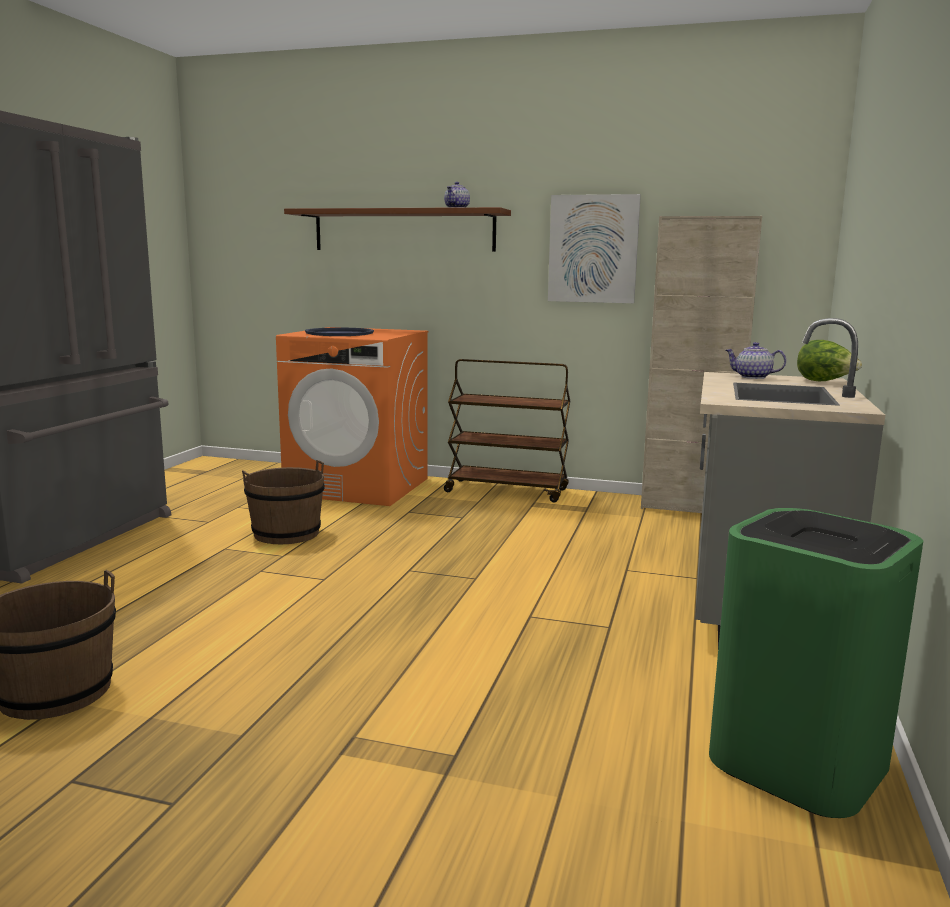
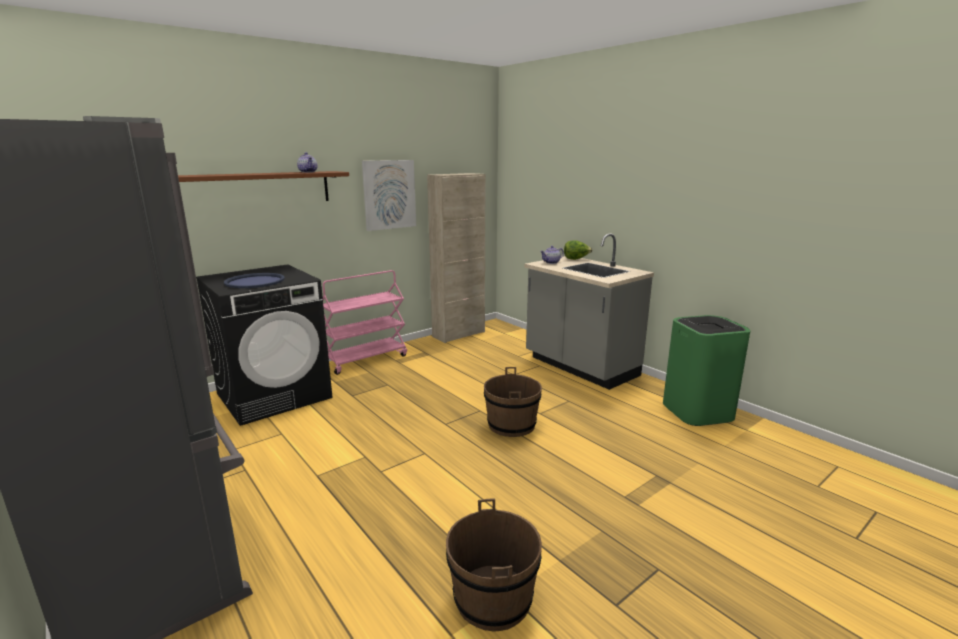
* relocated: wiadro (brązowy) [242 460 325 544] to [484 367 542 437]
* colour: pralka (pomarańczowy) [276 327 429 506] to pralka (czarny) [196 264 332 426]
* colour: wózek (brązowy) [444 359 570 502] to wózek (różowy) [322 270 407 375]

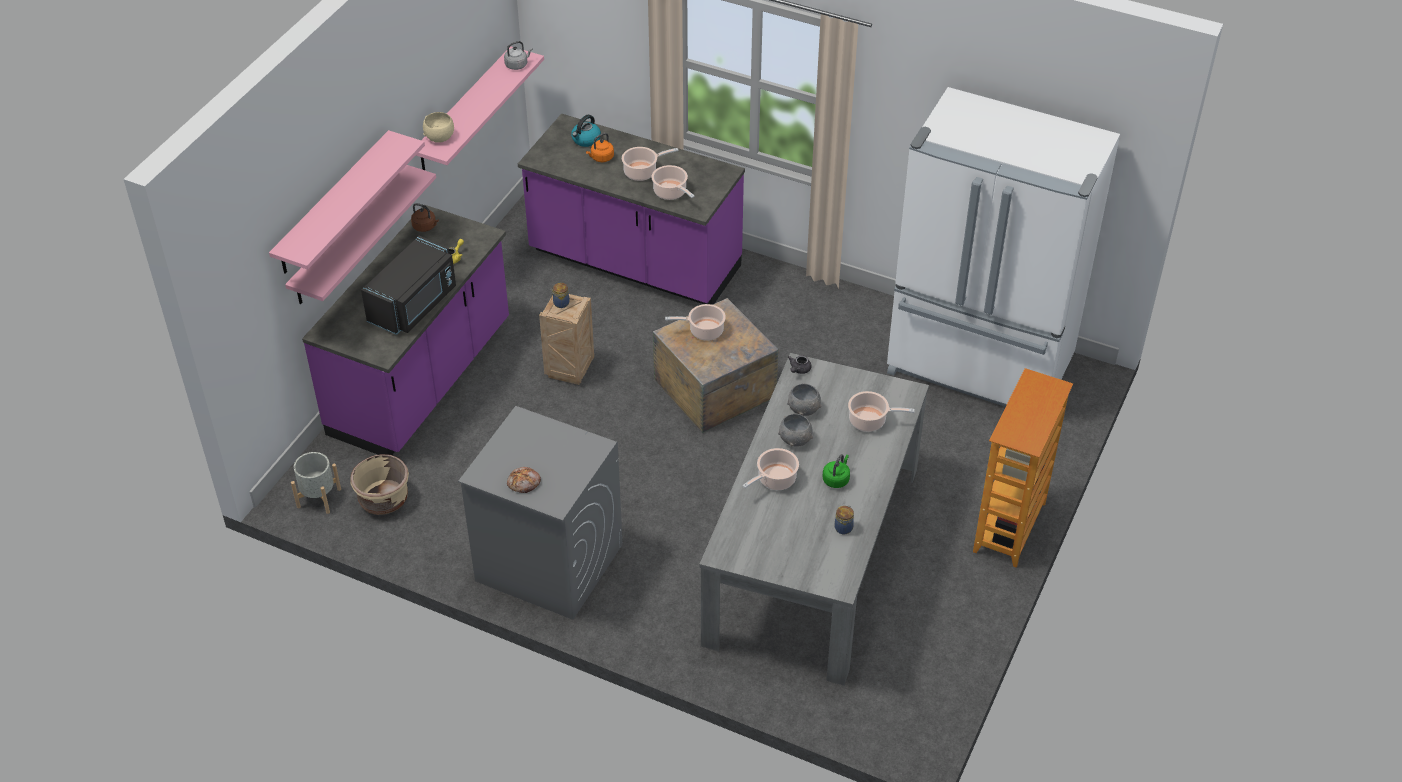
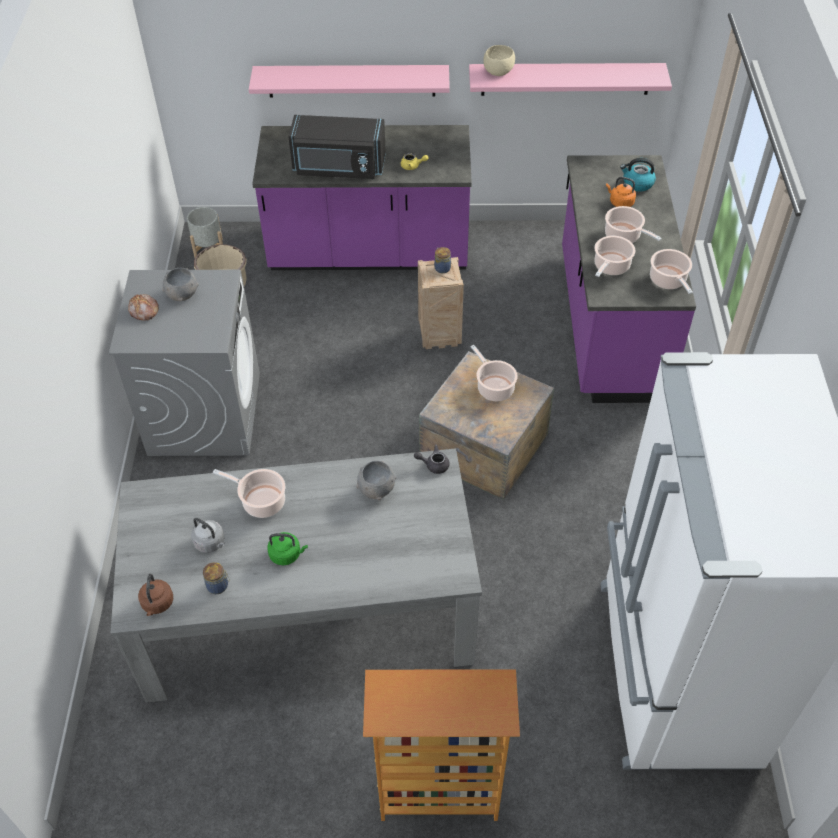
* missing: półka (różowy) [269 130 425 273]
* relocated: czajnik (brązowy) [411 203 439 232] to [138 574 173 616]
* relocated: czajnik (szary) [504 41 533 70] to [191 518 225 553]
* relocated: miska (szary) [778 414 813 447] to [162 268 199 301]
* relocated: garnek [848 391 915 432] to [650 249 693 294]

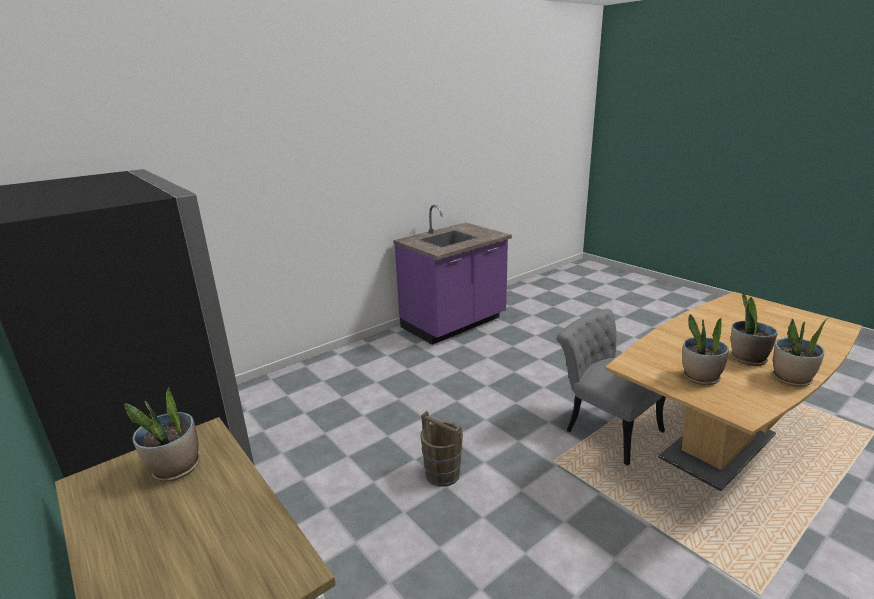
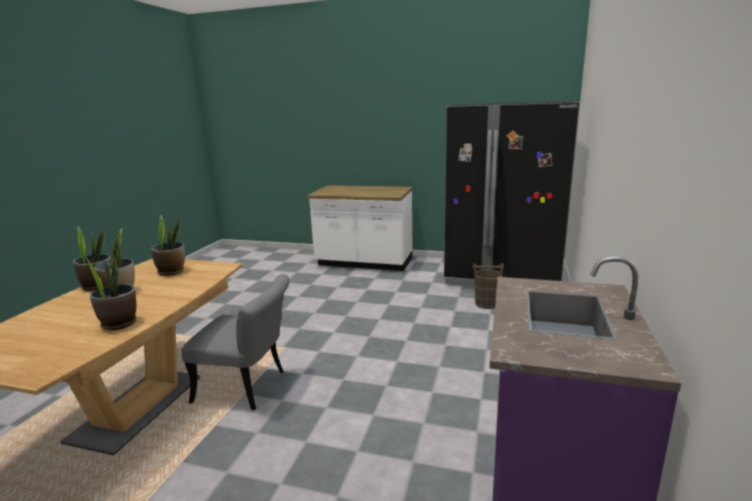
* relocated: roślina doniczkowa [124 387 200 481] to [83 252 137 330]
* relocated: wiadro (brązowy) [420 411 463 487] to [473 263 504 309]

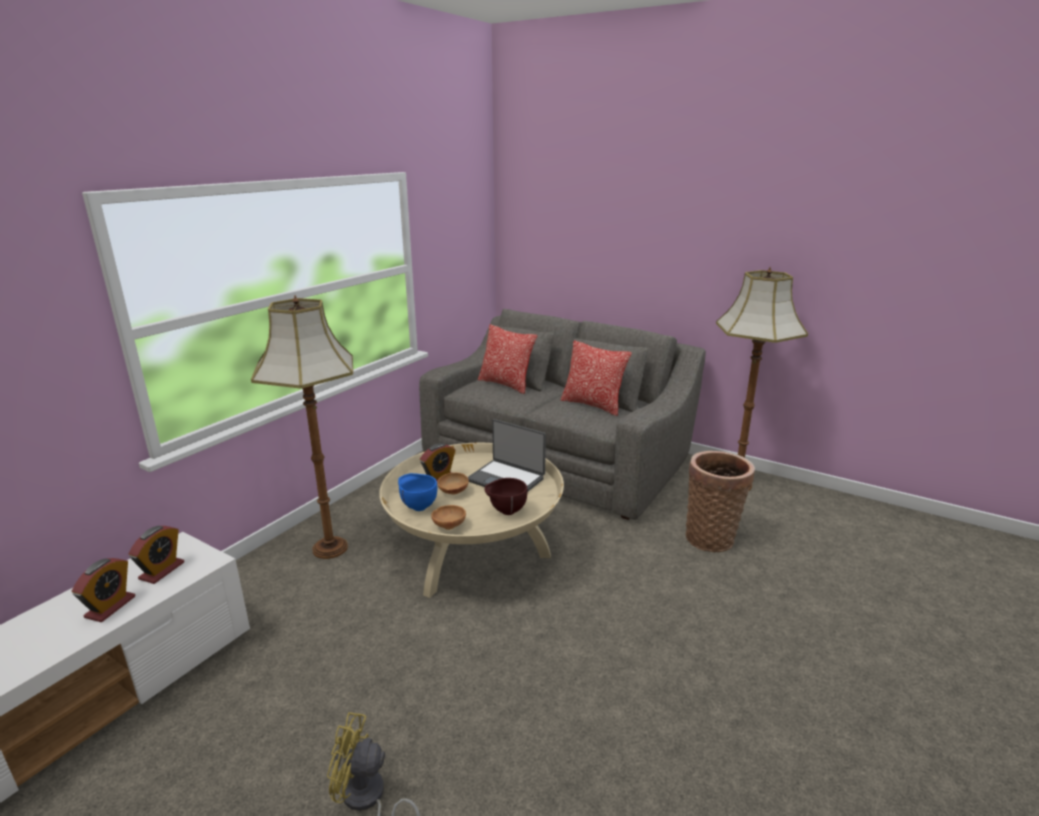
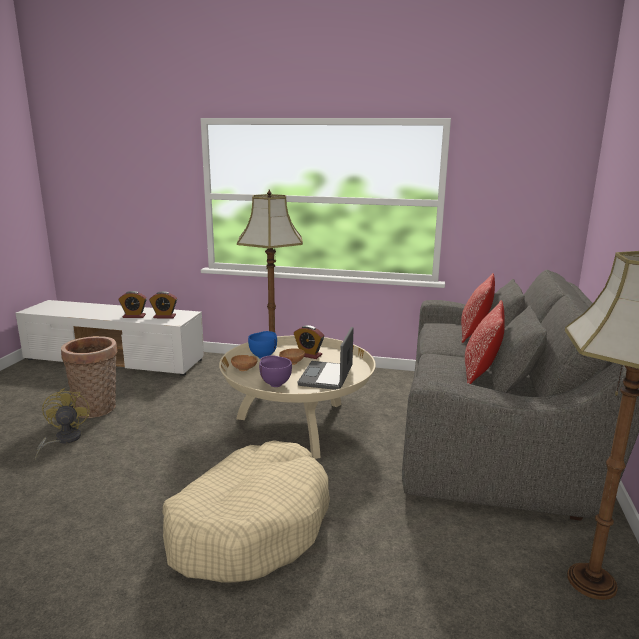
* appeared: legowisko (beżowy) [163 440 330 583]
* relocated: koszyk [686 451 755 552] to [61 336 117 418]
* colour: miska (brązowy) [485 478 528 515] to miska (fioletowy) [259 355 292 387]

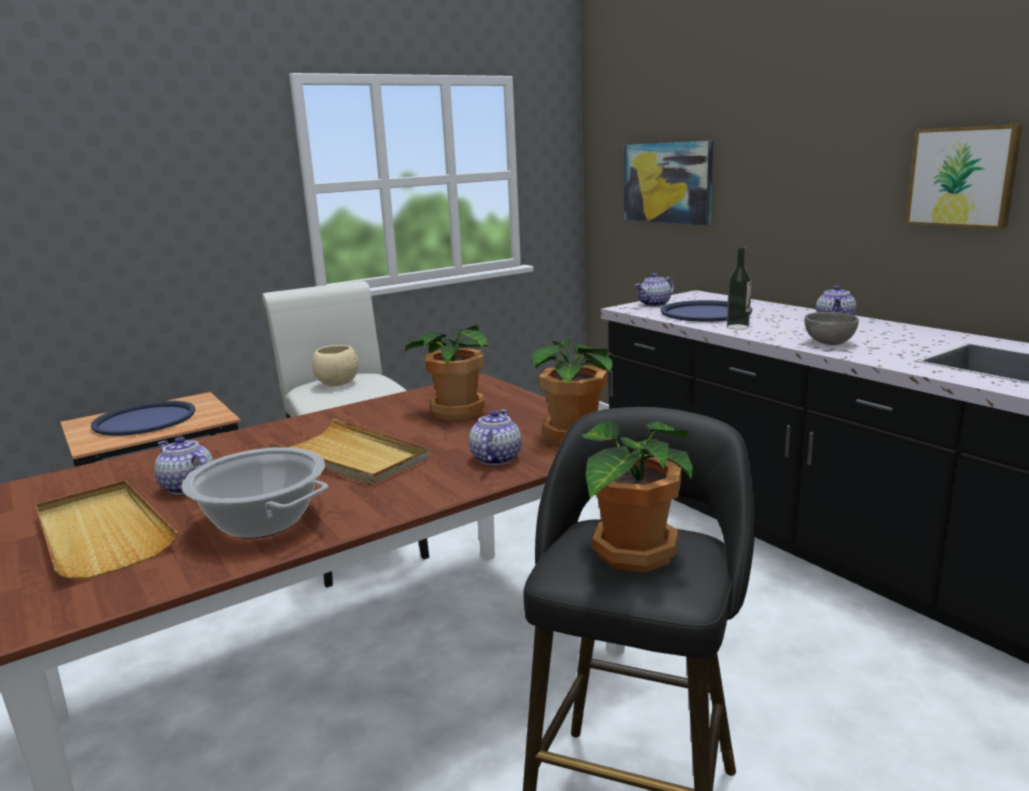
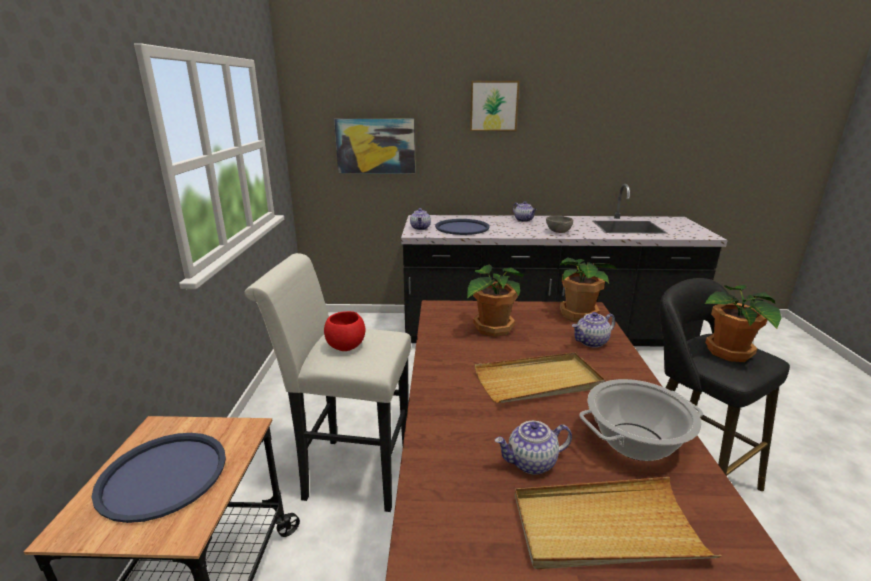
* missing: butelka [727 247 751 329]
* relocated: obraz [906 124 1022 229] to [470 81 520 131]
* colour: miska (beżowy) [312 345 358 386] to miska (czerwony) [324 311 366 351]
* spun: imbryk [469 410 521 466] = [572 312 615 348] 75 degrees counterclockwise

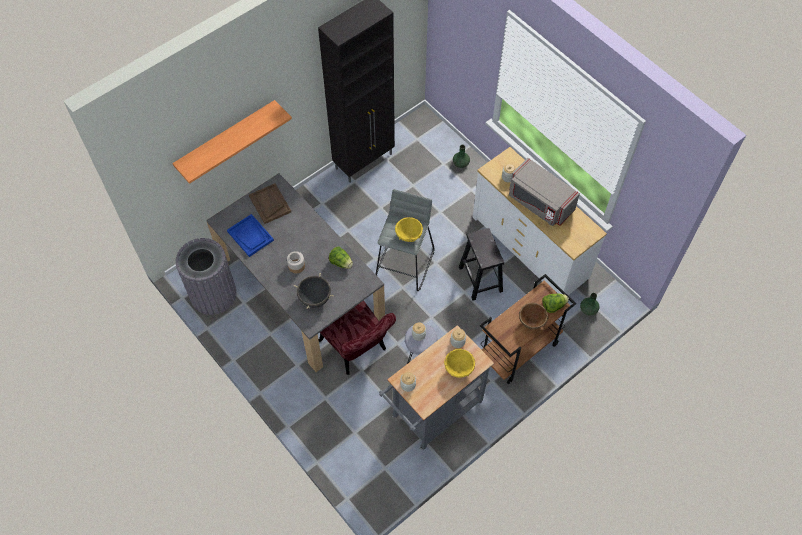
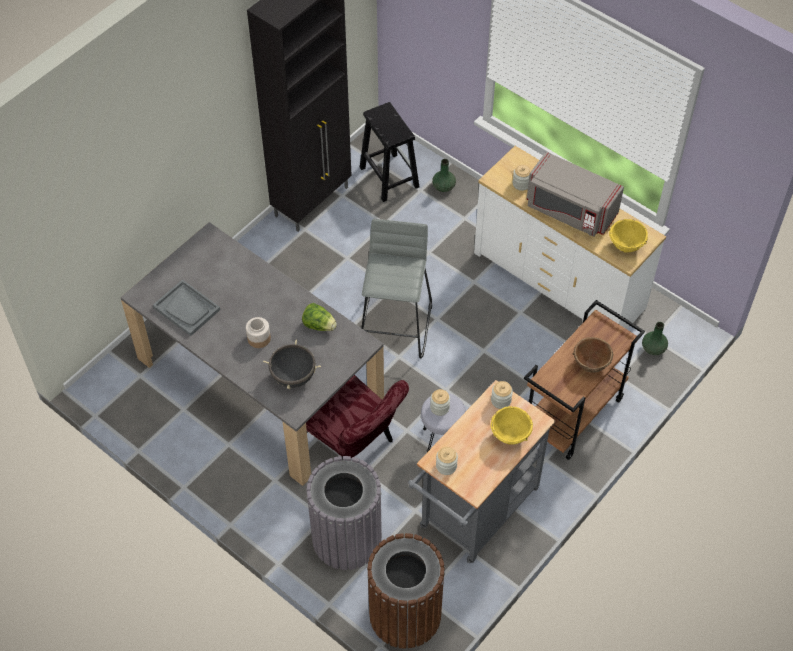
* missing: półka [172 100 292 184]
* missing: taca (brązowy) [249 183 291 224]
* missing: sałata [542 294 569 313]
* appeared: kosz na śmieci (brązowy) [367 533 445 649]
* relocated: kosz na śmieci (szary) [176 238 237 315] to [306 456 382 570]
* relocated: miska (żółty) [395 217 423 242] to [609 219 648 253]
* relocated: stołek (czarny) [459 228 504 301] to [360 102 419 202]
* colour: taca (niebieski) [227 214 274 257] to taca (szary) [153 279 220 336]

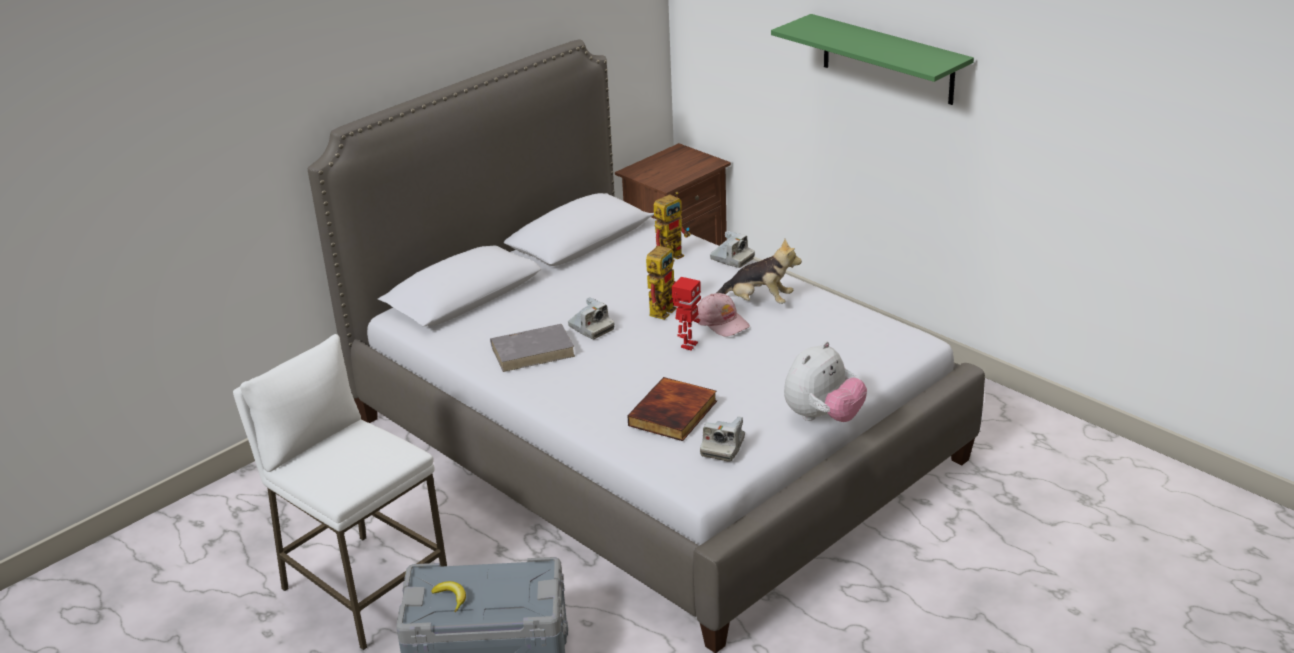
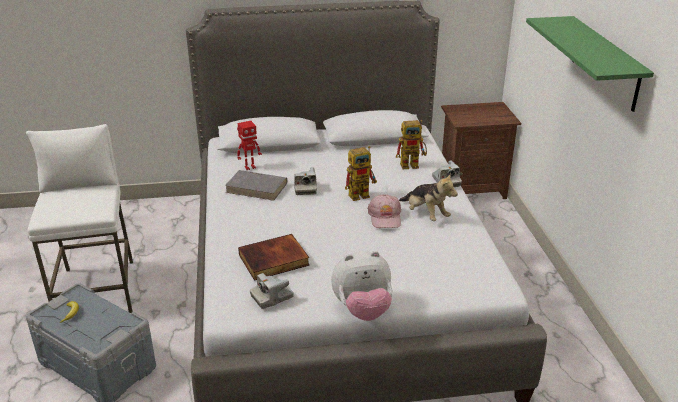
* relocated: robot zabawkowy [672 277 701 350] to [237 121 262 170]

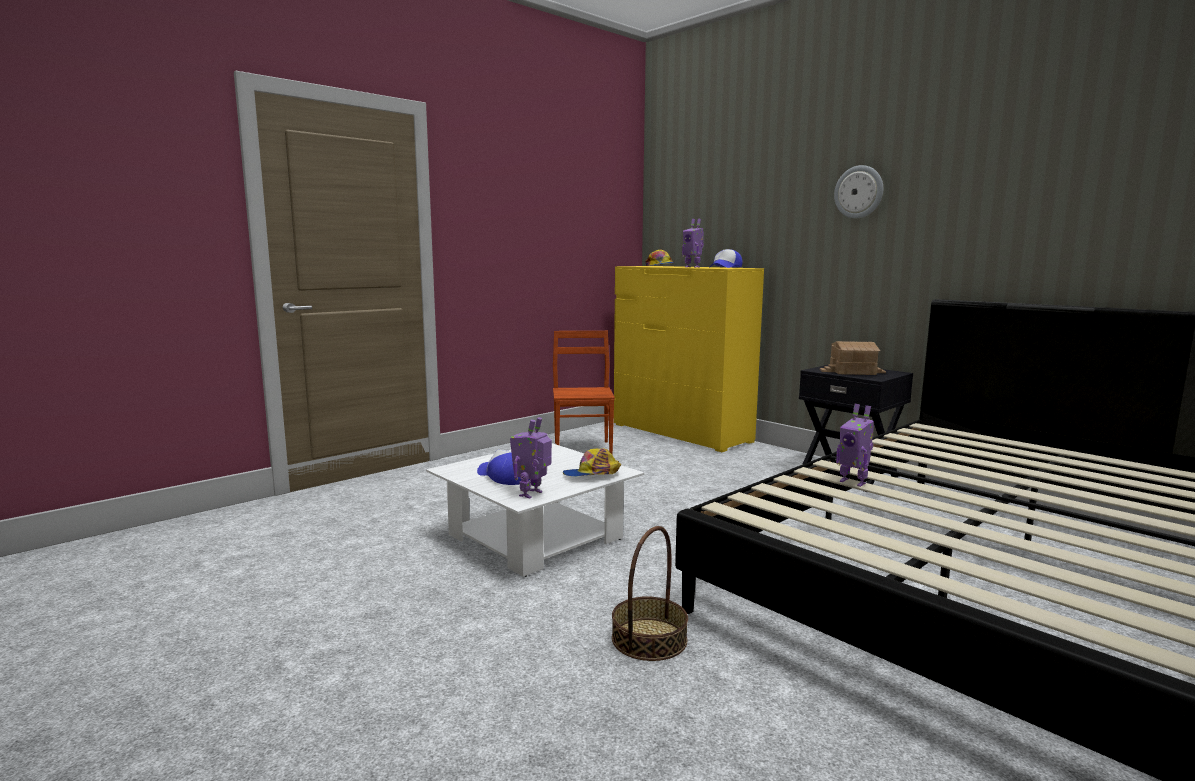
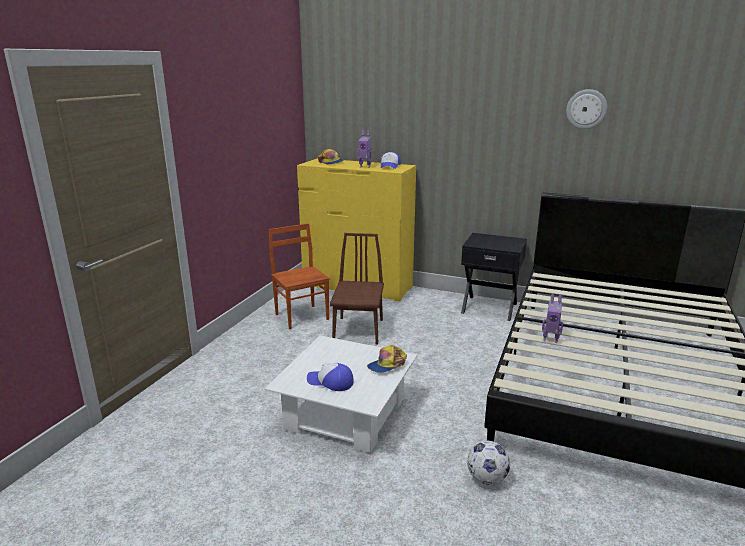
* missing: robot zabawkowy [510 417 552 498]
* missing: domek [820 341 886 375]
* appeared: krzesło (brązowy) [330 233 384 345]
* relocated: zegar ścienny [834 165 883 219] to [566 89 607 129]
* exchanged: koszyk [612 526 688 661] to piłka futbolowa [467 441 510 485]

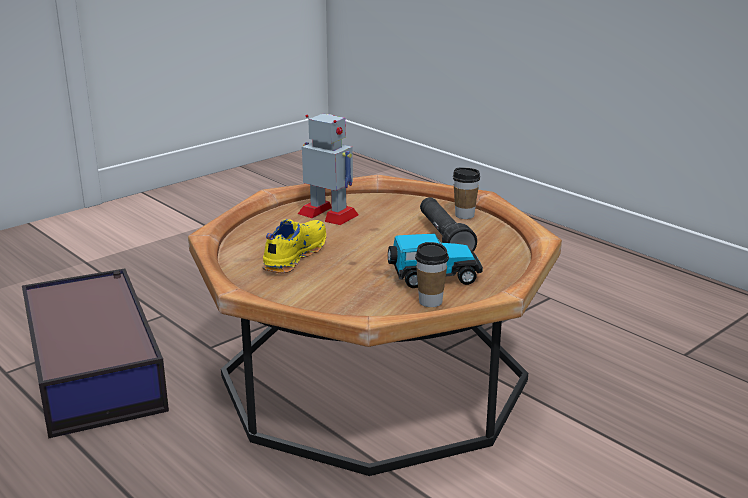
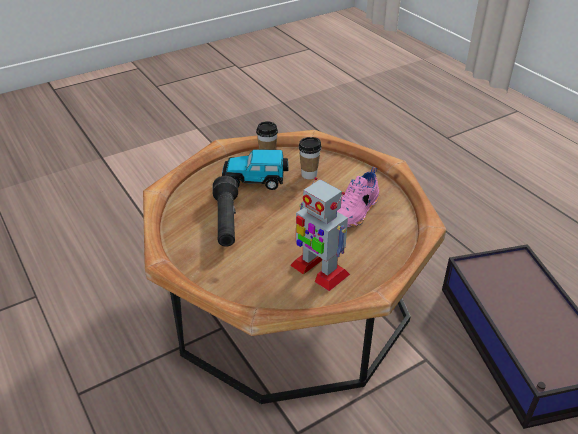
* relocated: filiżanka [453 167 480 219] to [299 137 321 179]
* colour: but (żółty) [263 219 326 274] to but (różowy) [337 167 379 228]

